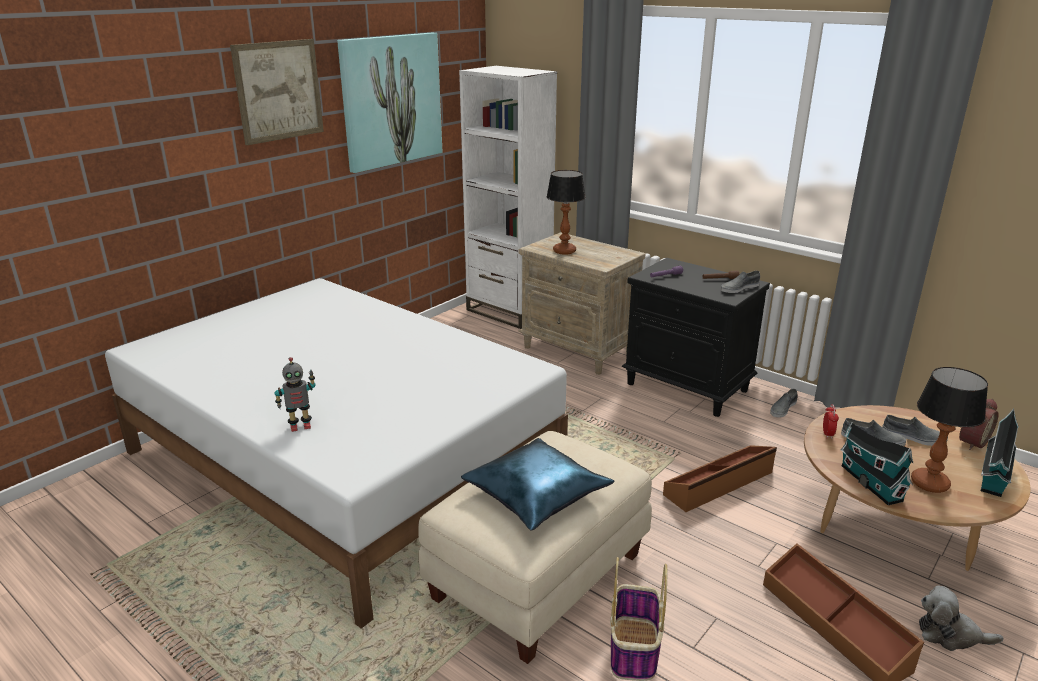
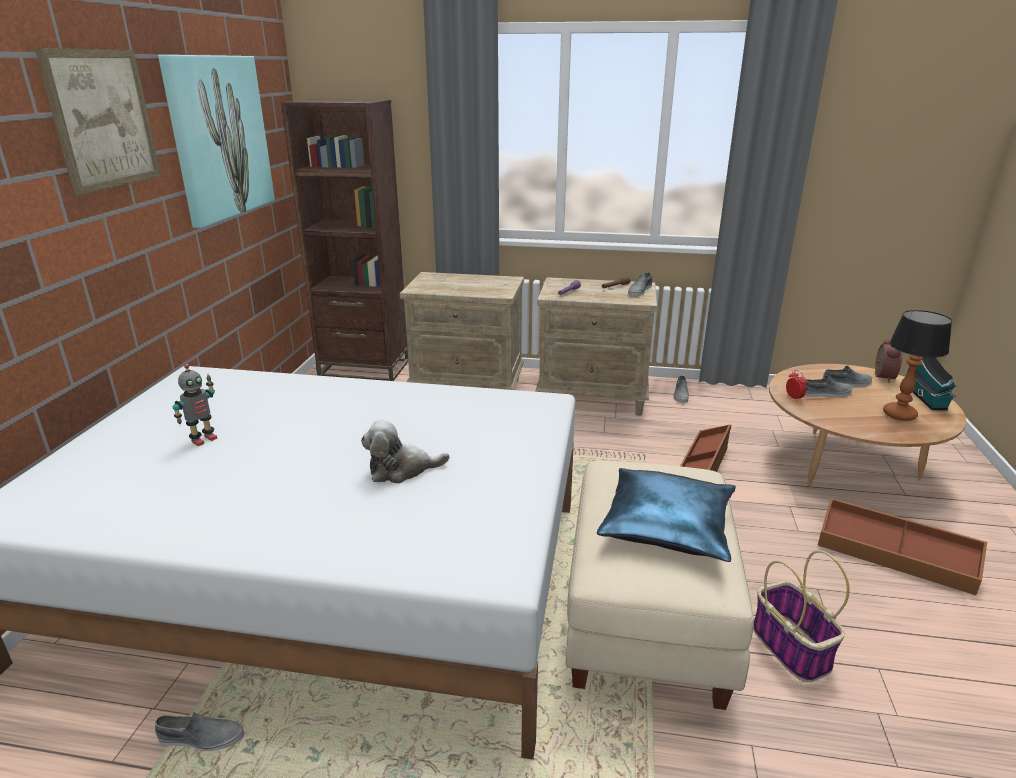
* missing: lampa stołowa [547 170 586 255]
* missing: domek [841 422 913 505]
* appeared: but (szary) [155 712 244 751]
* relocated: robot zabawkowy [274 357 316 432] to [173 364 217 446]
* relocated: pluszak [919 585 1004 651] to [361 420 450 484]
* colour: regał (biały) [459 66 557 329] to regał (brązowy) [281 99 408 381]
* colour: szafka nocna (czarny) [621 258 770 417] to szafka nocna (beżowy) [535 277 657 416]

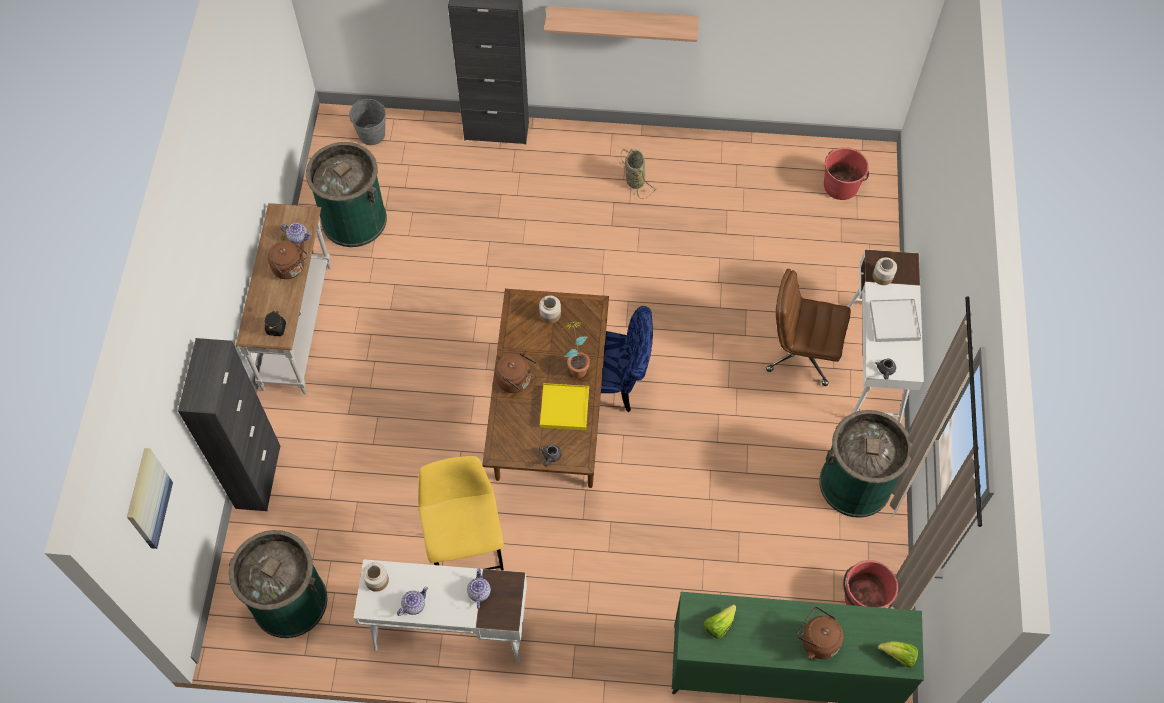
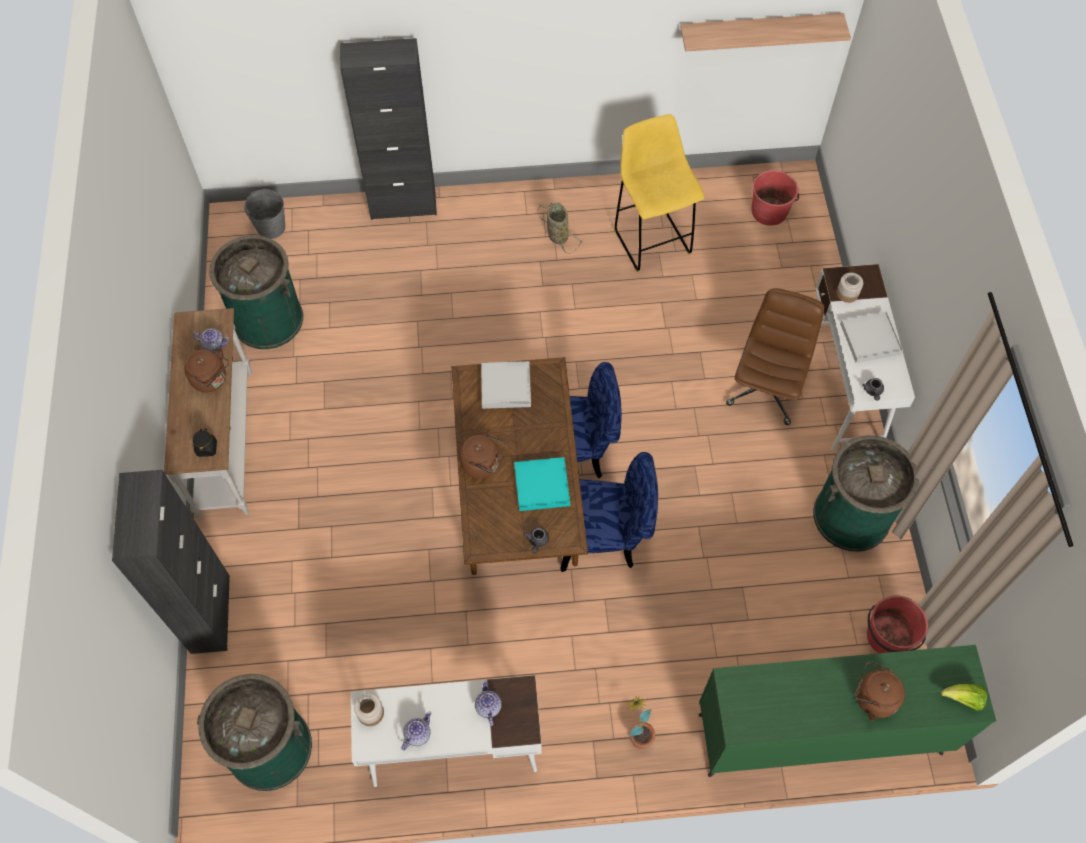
* missing: obraz [127 448 173 549]
* missing: sałata [704 604 736 639]
* appeared: krzesło (niebieski) [560 452 658 572]
* relocated: stołek (żółty) [418 456 504 571] to [614 114 704 272]
* relocated: półka [544 6 699 42] to [680 13 851 52]
* relocated: roślina doniczkowa [562 321 590 378] to [625 696 655 749]
* exchanged: słoik [539 296 561 324] to taca (biały) [481 361 531 409]
* colour: taca (żółty) [540 383 589 430] to taca (turkusowy) [514 457 570 511]
* spun: krzesło biurowe (brązowy) [766 269 851 386] = [726 288 825 425] 105 degrees clockwise

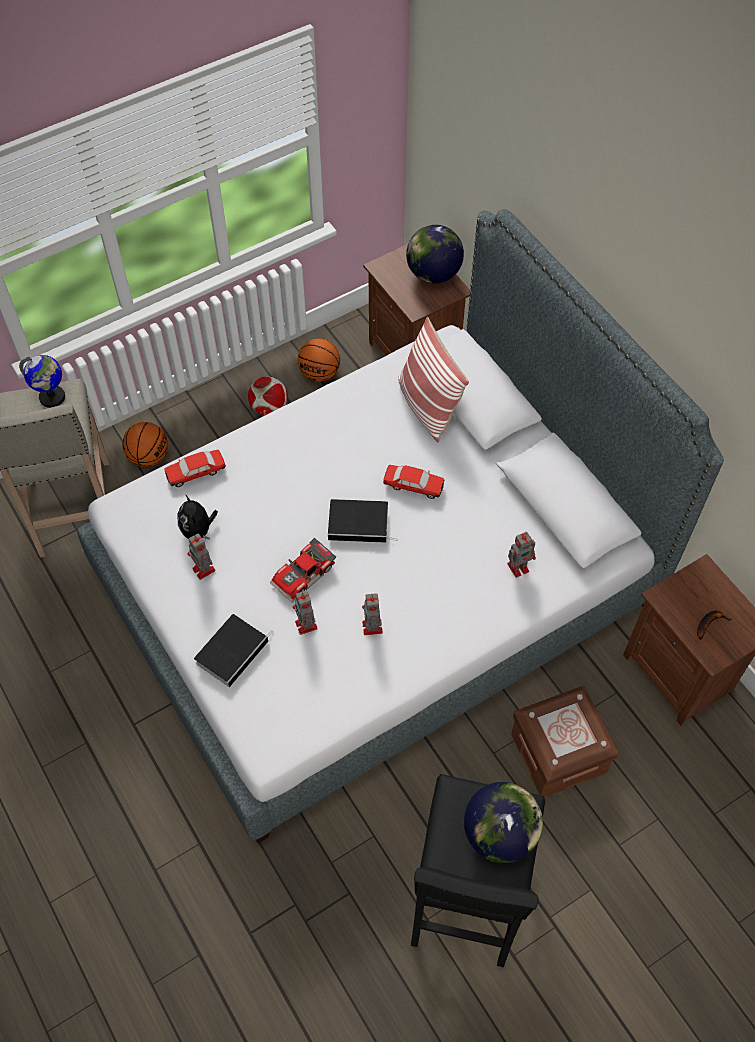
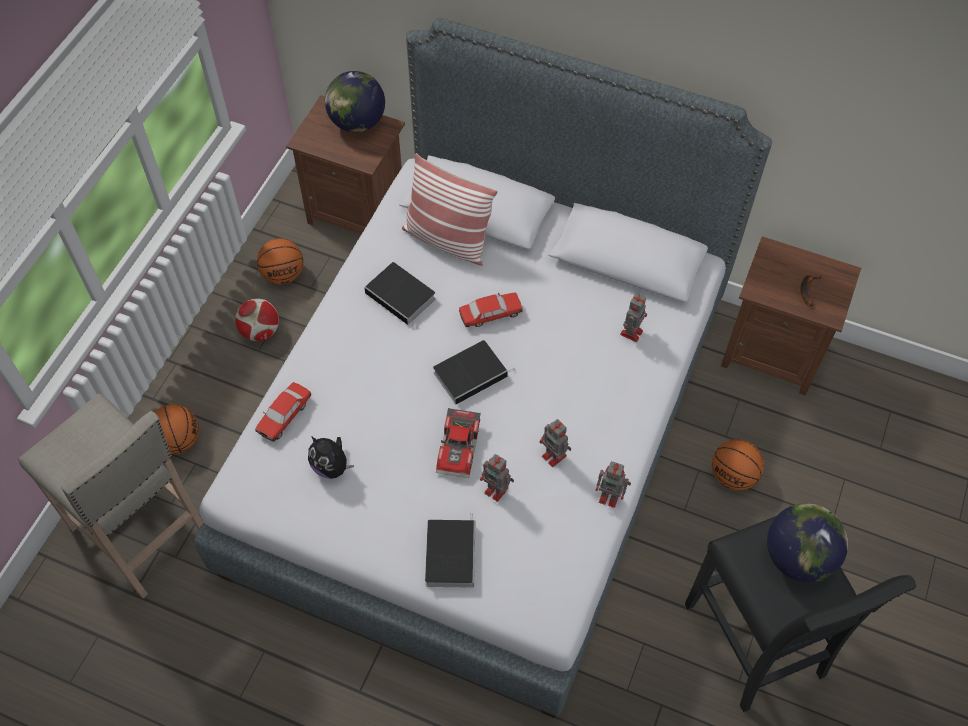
* missing: globus [19 355 65 408]
* appeared: książka [364 262 436 329]
* relocated: robot zabawkowy [187 533 215 580] to [596 461 631 508]
* exchanged: pojemnik do przechowywania (brązowy) [511 686 619 797] to piłka do koszykówki [712 439 764 491]

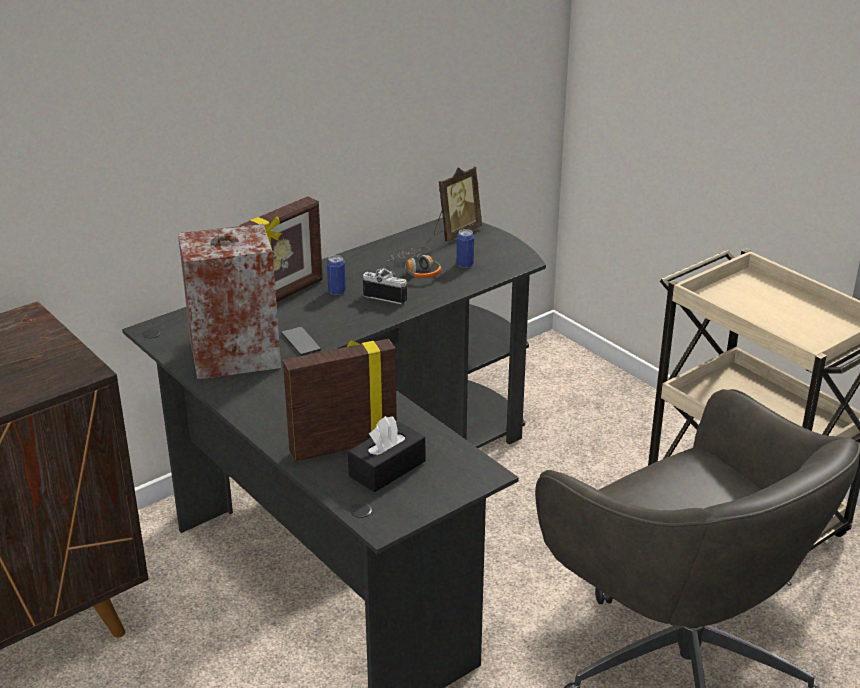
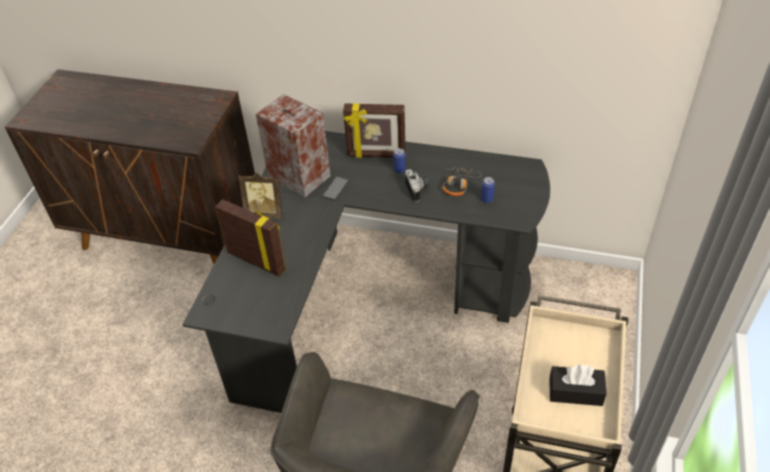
* relocated: pudełko chusteczek (czarny) [348 416 425 492] to [549 365 607 406]
* relocated: ramka na zdjęcie [434 167 482 242] to [239 173 283 219]

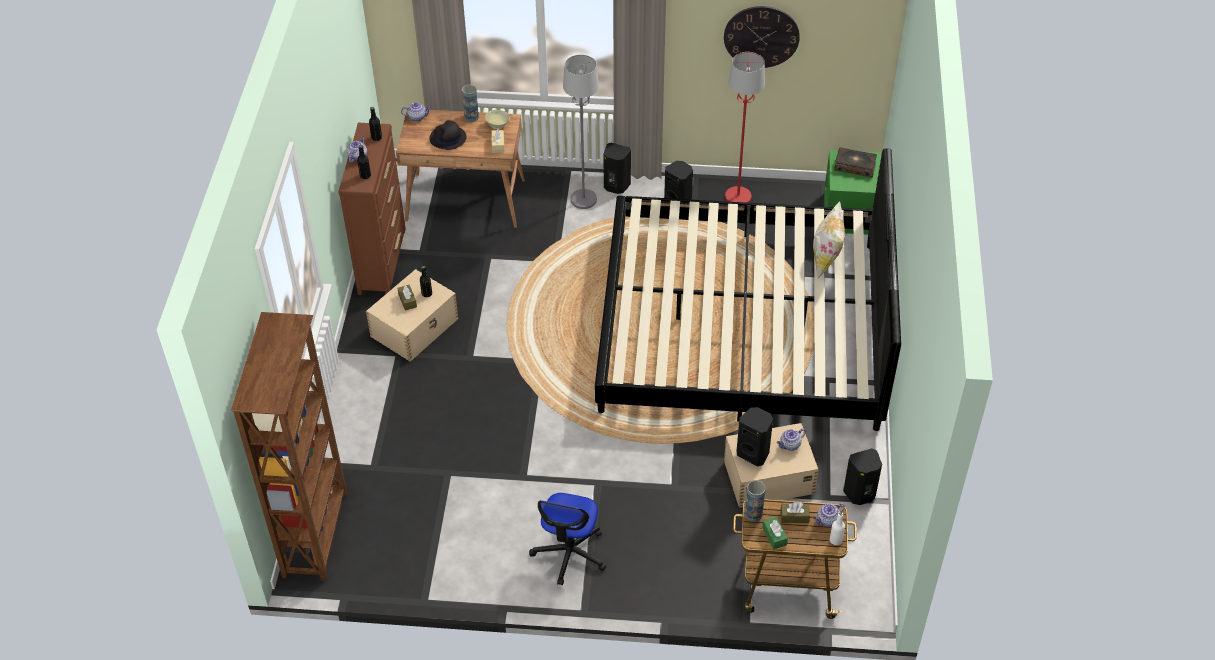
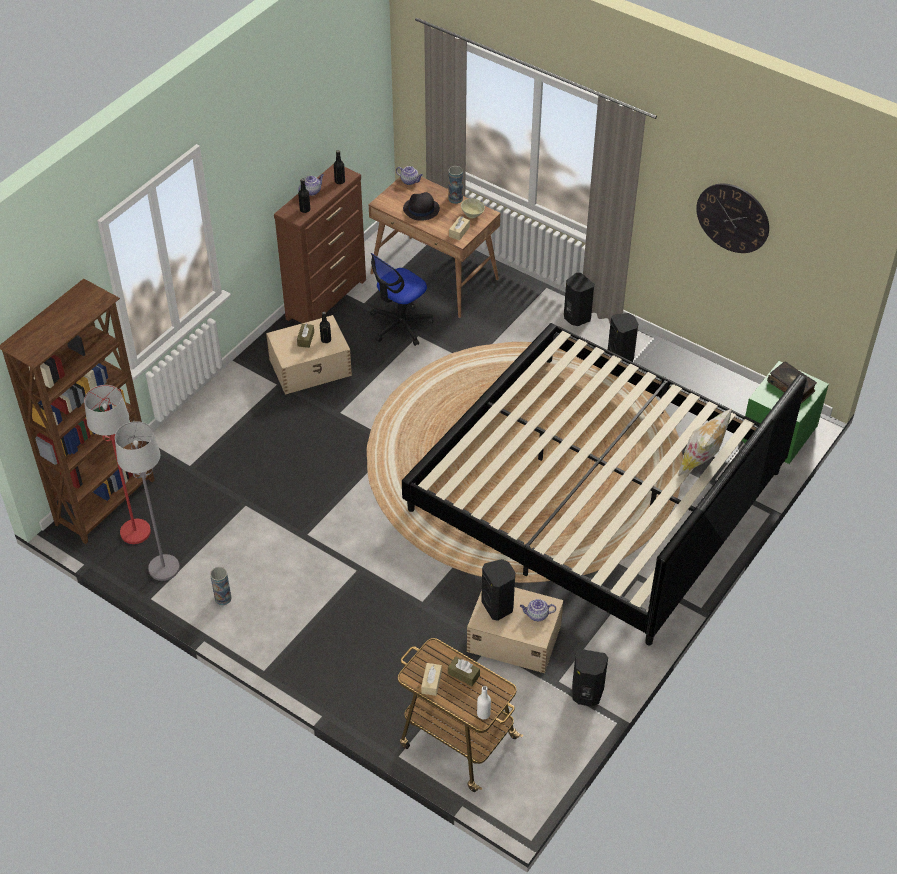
* missing: imbryk [814 503 845 527]
* relocated: krzesło biurowe [529 493 606 585] to [370 253 433 346]
* relocated: lampa stojąca (szary) [563 55 599 209] to [115 421 180 581]
* relocated: lampa stojąca (czerwony) [725 52 765 203] to [84 385 151 544]
* relocated: wazon [745 480 766 522] to [210 567 232 605]
* colour: pudełko chusteczek (zielony) [762 517 788 549] to pudełko chusteczek (beżowy) [421 663 442 696]

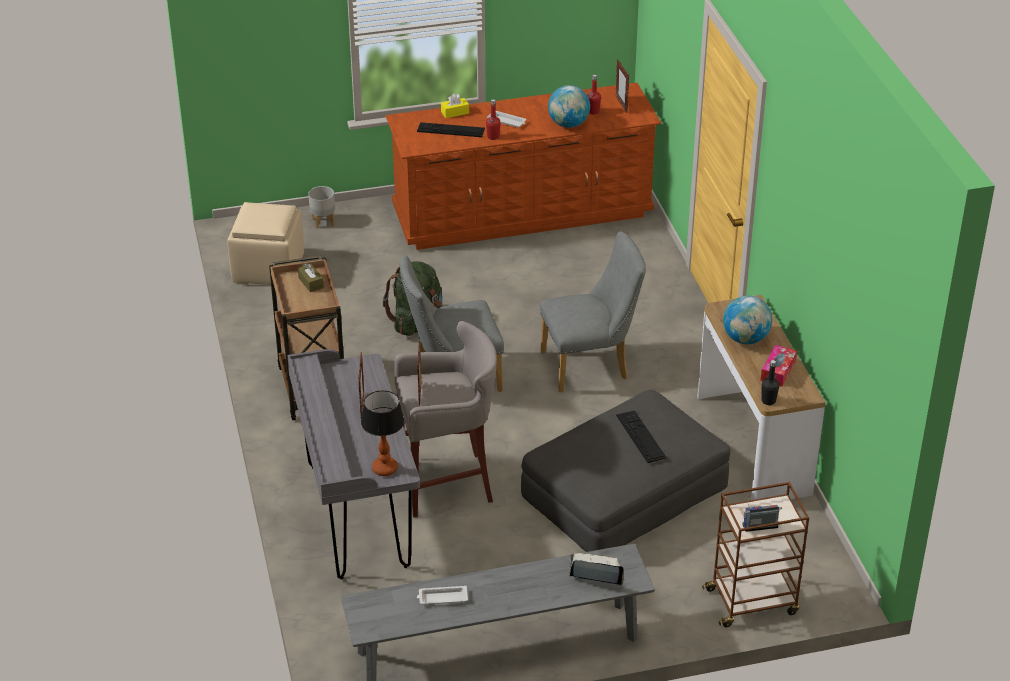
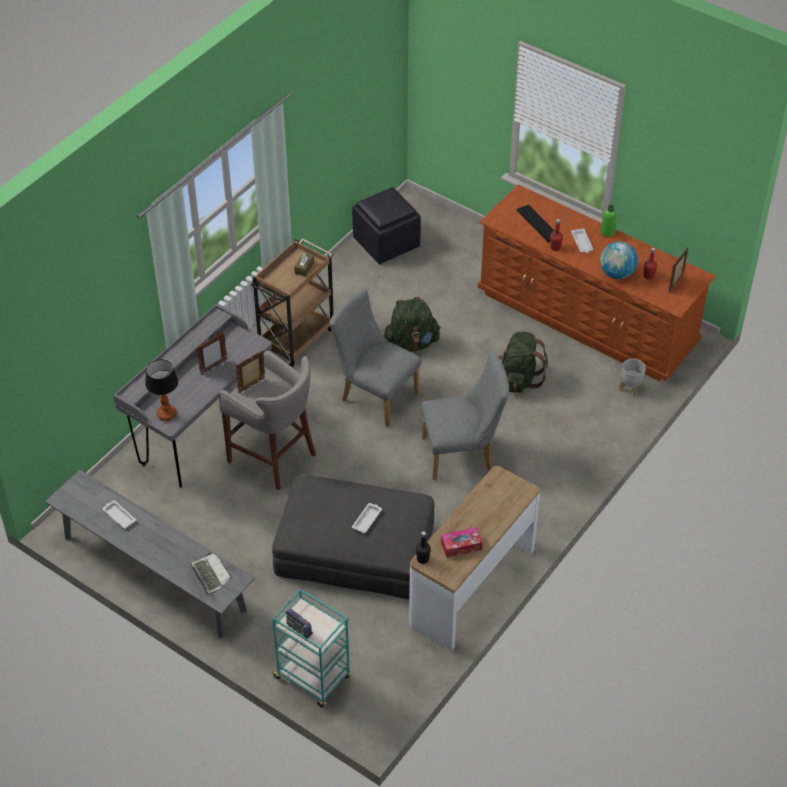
* missing: pudełko chusteczek (żółty) [441 93 469 118]
* missing: globus [723 296 772 344]
* appeared: plecak (zielony) [498 332 548 393]
* appeared: butelka (zielony) [601 205 617 237]
* relocated: donica (szary) [308 186 335 229] to [619 359 646 397]
* exchanged: klawiatura [616 411 667 463] to taca (biały) [352 503 382 533]
* colour: pufa (beżowy) [227 202 304 285] to pufa (czarny) [352 187 421 264]
* colour: wózek (brązowy) [702 482 809 627] to wózek (turkusowy) [271 589 351 708]
* spun: krzesło (szary) [540 231 646 392] = [421 352 509 480] 45 degrees counterclockwise

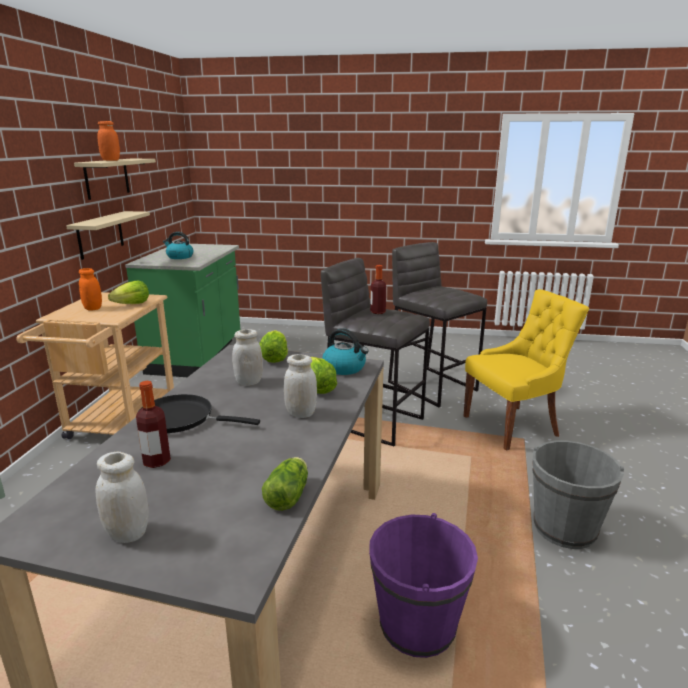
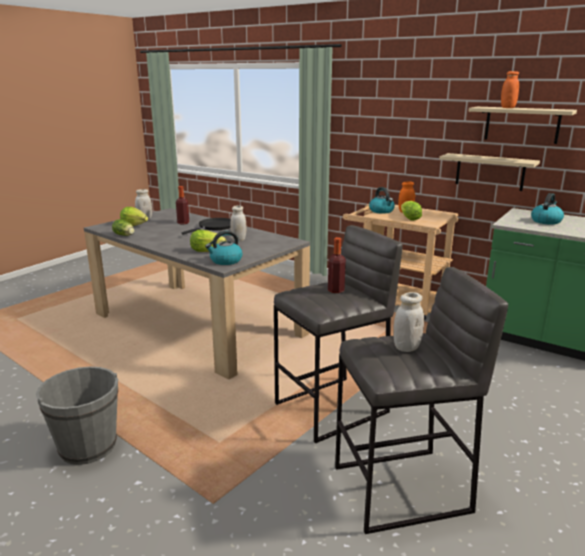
* missing: wiadro (fioletowy) [369 513 478 658]
* missing: krzesło (żółty) [464 289 589 450]
* appeared: czajnik [369 187 395 214]
* relocated: sałata [259 330 288 363] to [120 207 148 226]
* relocated: słoik (biały) [284 354 317 418] to [393 292 424 352]

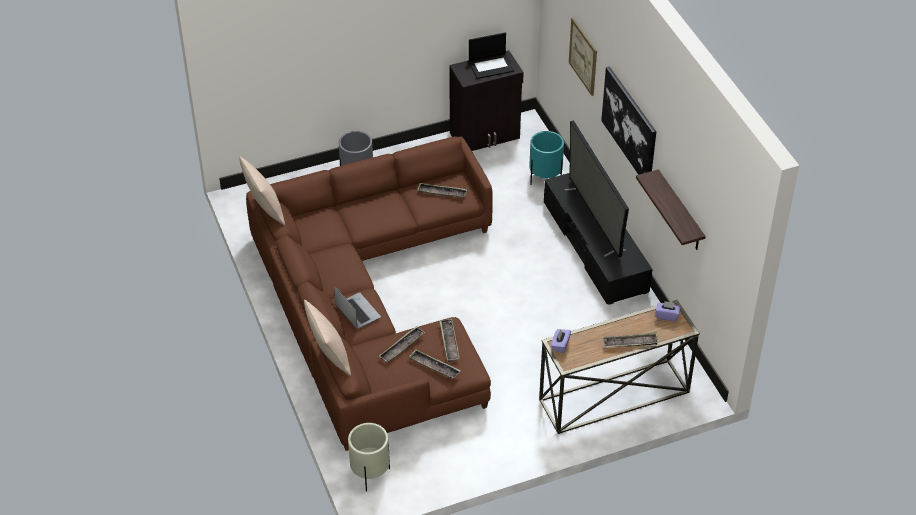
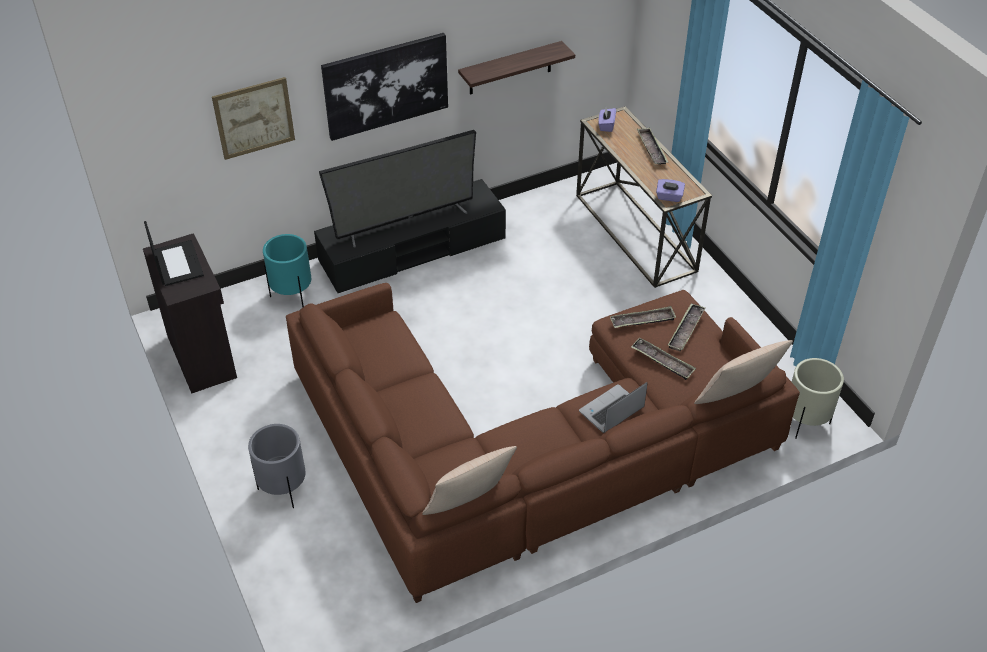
* missing: taca [417 183 467 198]

